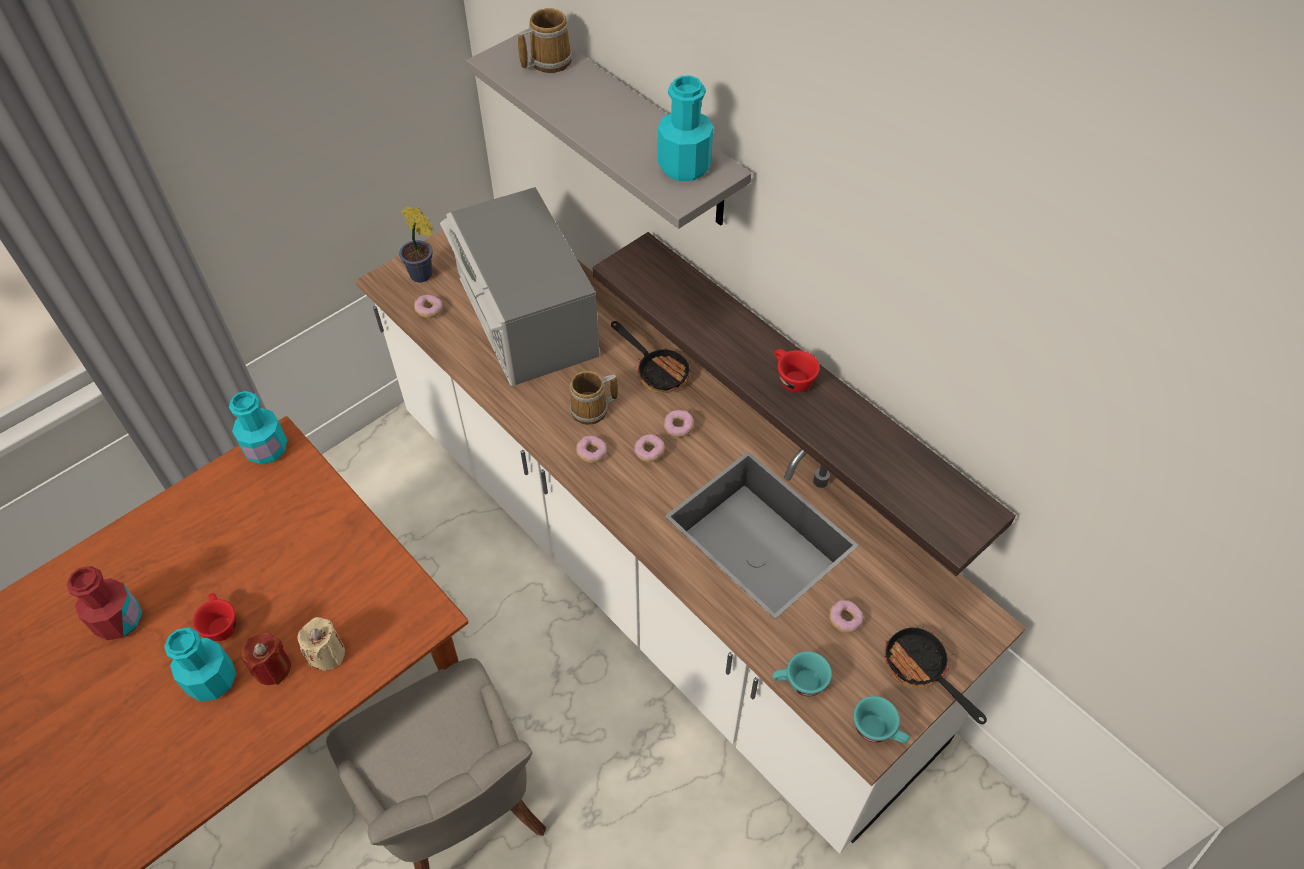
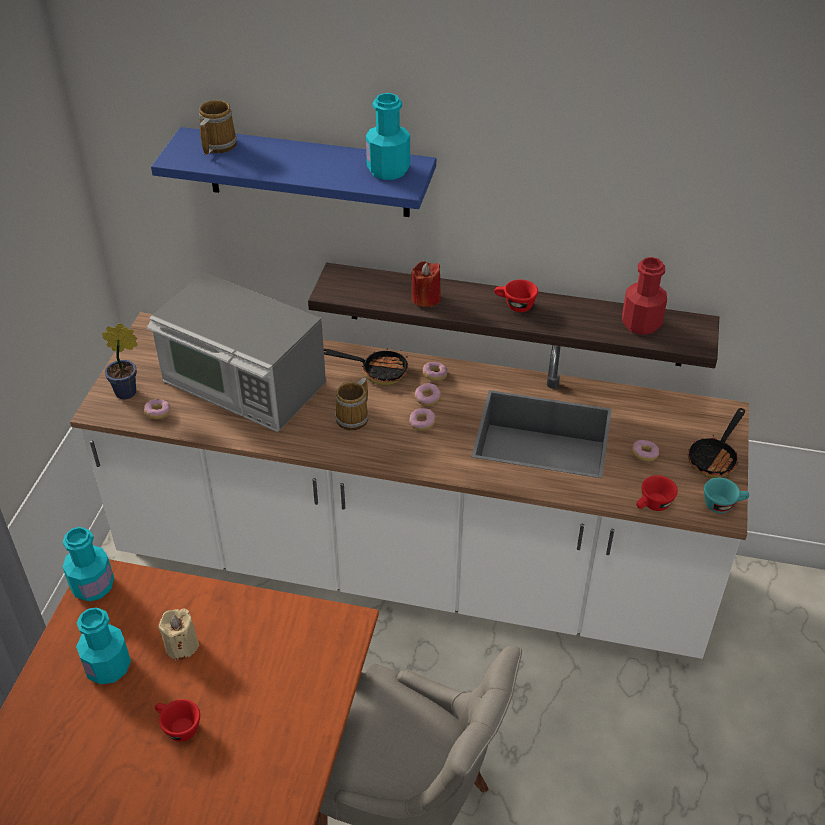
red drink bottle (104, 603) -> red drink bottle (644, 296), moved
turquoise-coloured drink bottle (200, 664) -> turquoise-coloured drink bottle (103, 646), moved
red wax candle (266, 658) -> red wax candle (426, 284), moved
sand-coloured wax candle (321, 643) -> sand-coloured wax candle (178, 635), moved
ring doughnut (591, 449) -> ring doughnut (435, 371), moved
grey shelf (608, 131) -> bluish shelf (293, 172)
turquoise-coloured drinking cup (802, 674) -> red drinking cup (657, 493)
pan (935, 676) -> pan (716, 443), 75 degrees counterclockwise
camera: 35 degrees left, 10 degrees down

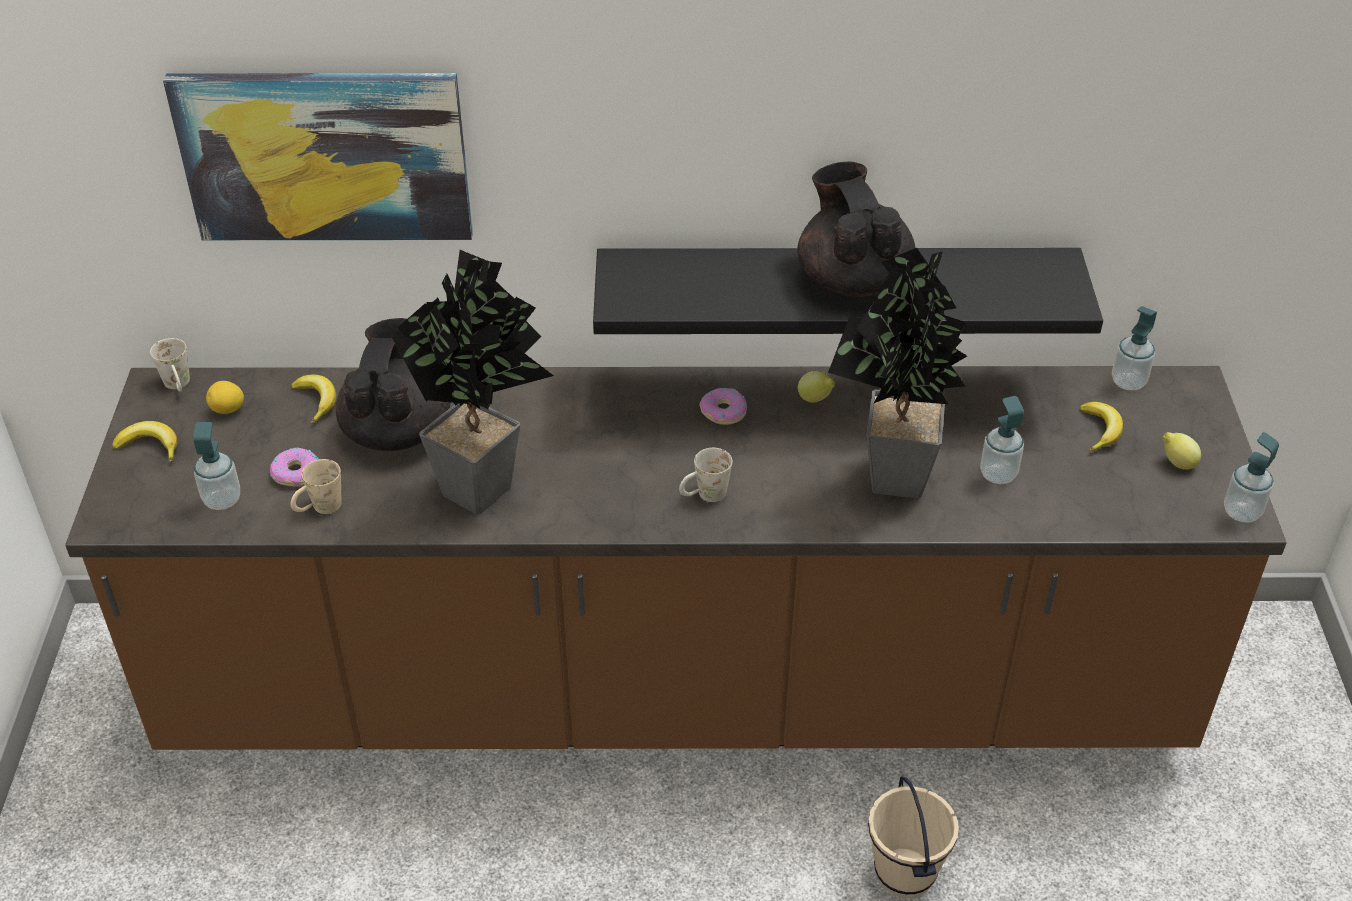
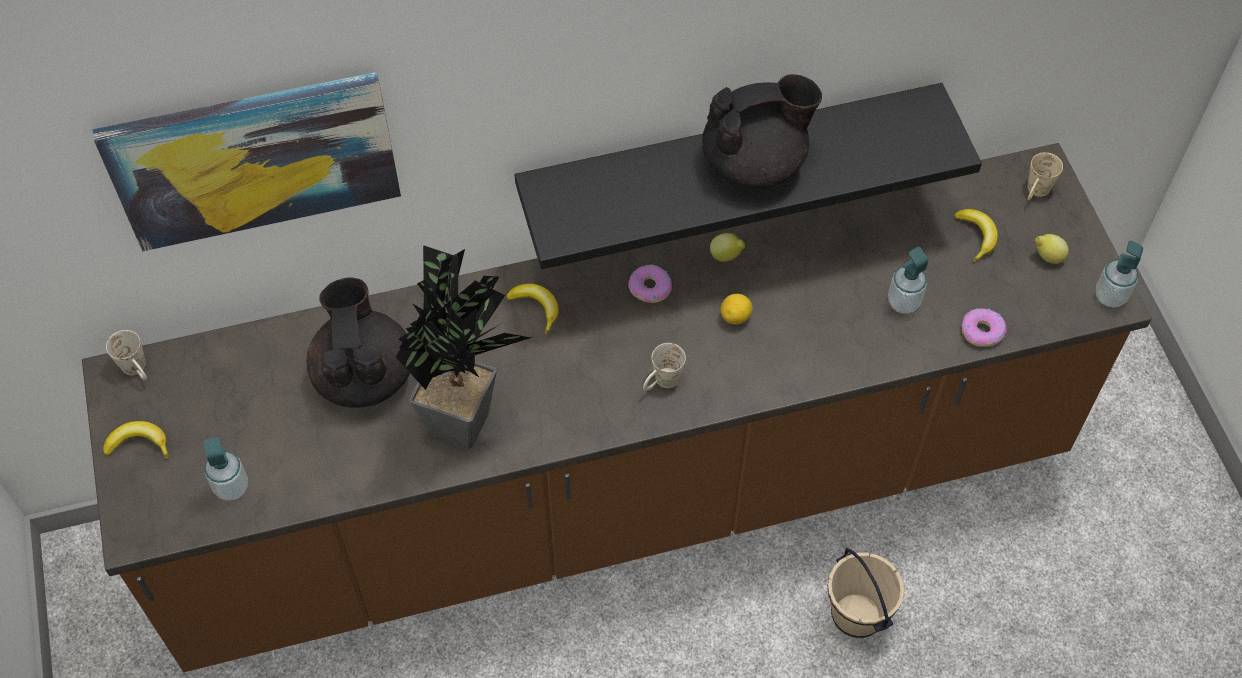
plant in a pot (897, 373) -> none
liquid soap bottle (1134, 348) -> none
lemon (225, 397) -> lemon (737, 309), moved
ring doughnut (294, 467) -> ring doughnut (984, 327), moved
whole banana (313, 399) -> whole banana (532, 309), moved
sand-coloured coffee mug (316, 486) -> sand-coloured coffee mug (1045, 176), moved
black pot for tea (856, 229) -> black pot for tea (762, 131), 105 degrees clockwise
camera: 15 degrees left, 15 degrees up

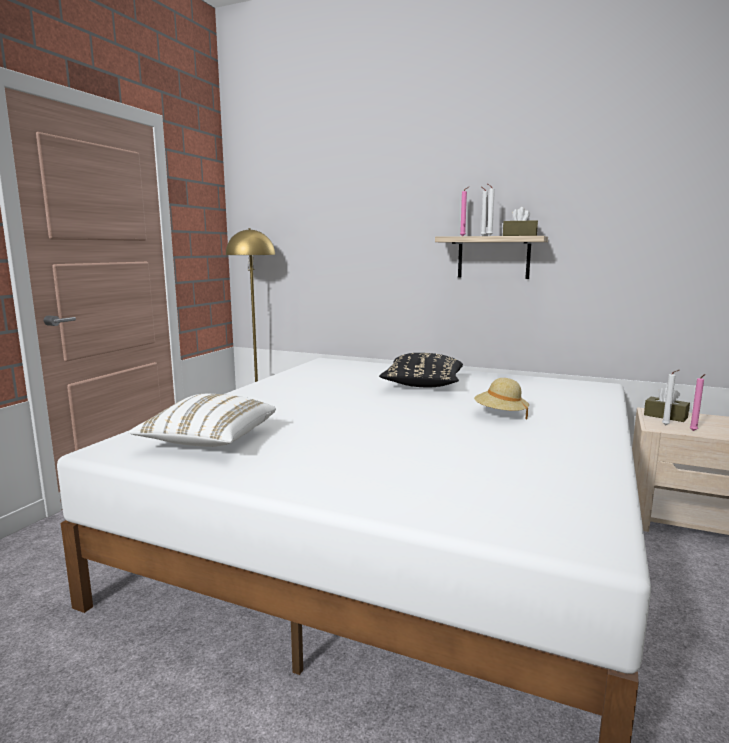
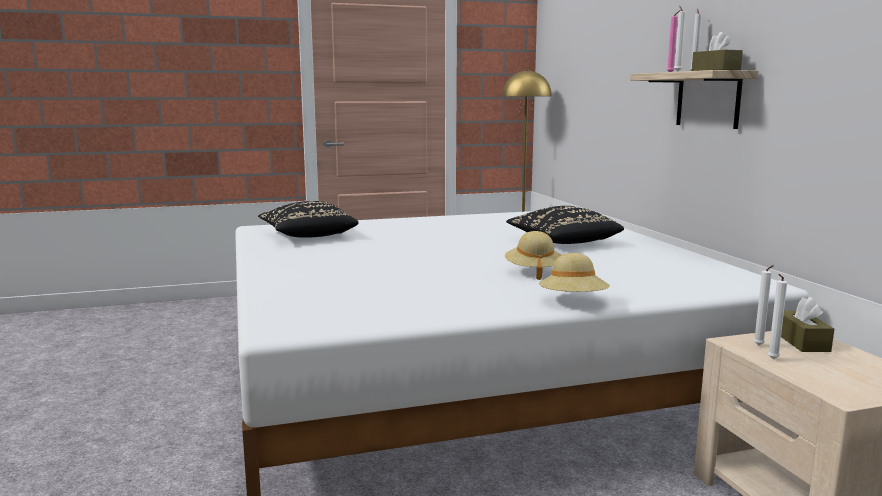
none -> sand-coloured clothing hat (574, 272)
white cushion (202, 420) -> black cushion (308, 219)
pink-coloured wax candle (697, 402) -> white wax candle (777, 316)
camera: 50 degrees right, 0 degrees up

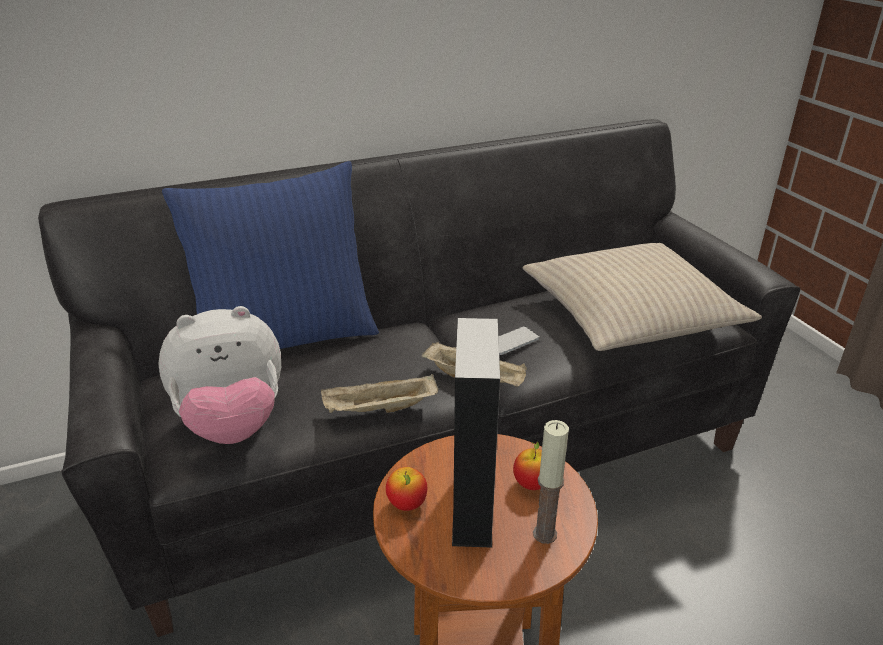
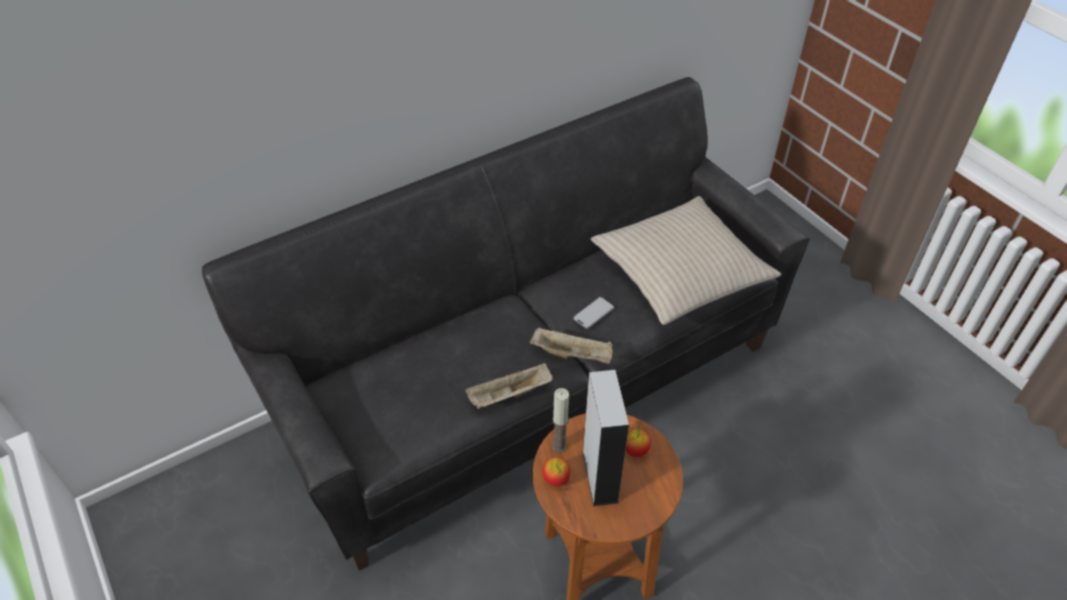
soft toy (219, 375) -> none
bluish cushion (270, 255) -> none
wax candle (551, 482) -> wax candle (560, 420), moved
camera: 10 degrees left, 15 degrees up

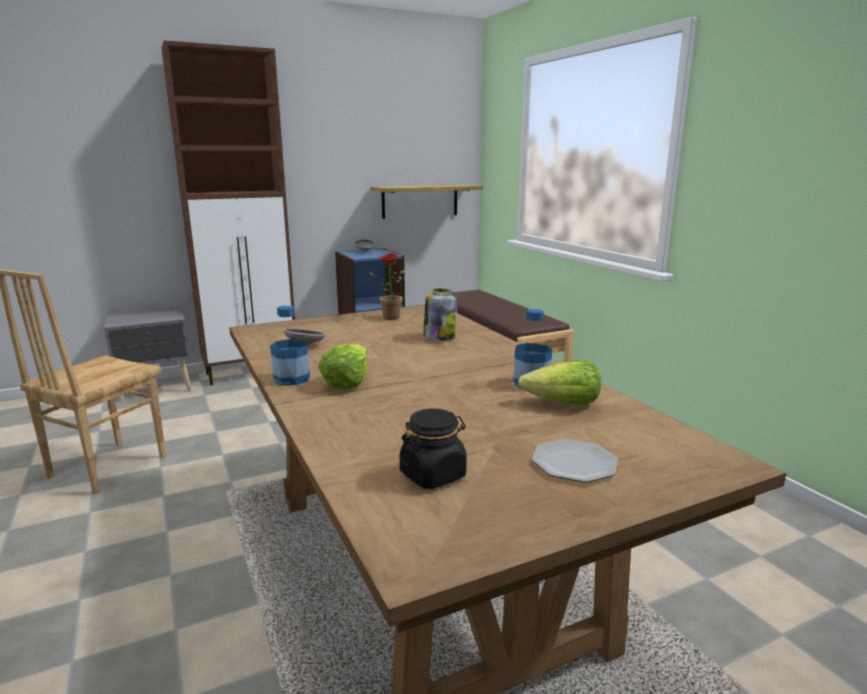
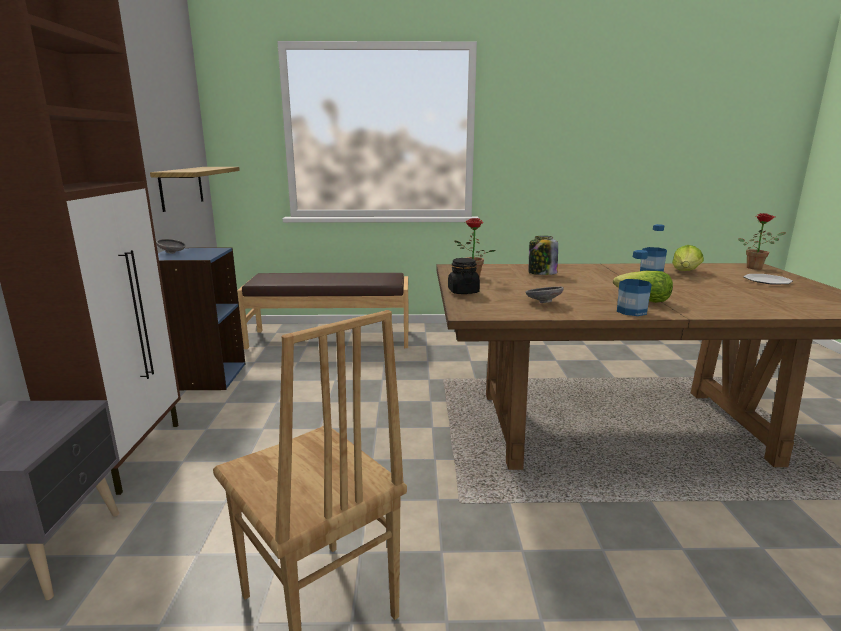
none -> plant in a pot (762, 241)
black preserve jar (433, 448) -> black preserve jar (464, 276), moved
camera: 65 degrees left, 0 degrees up

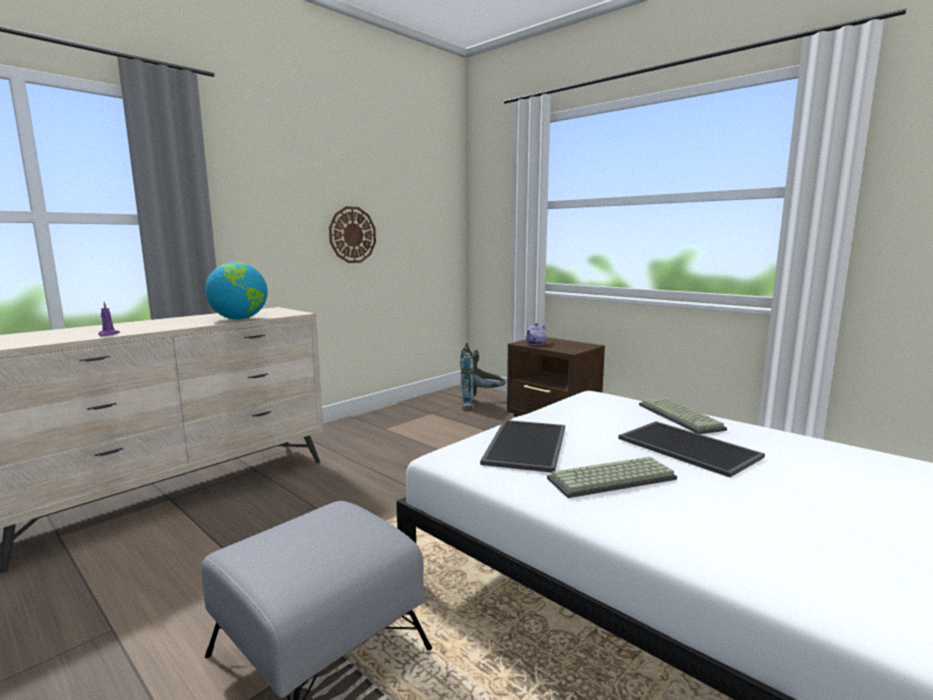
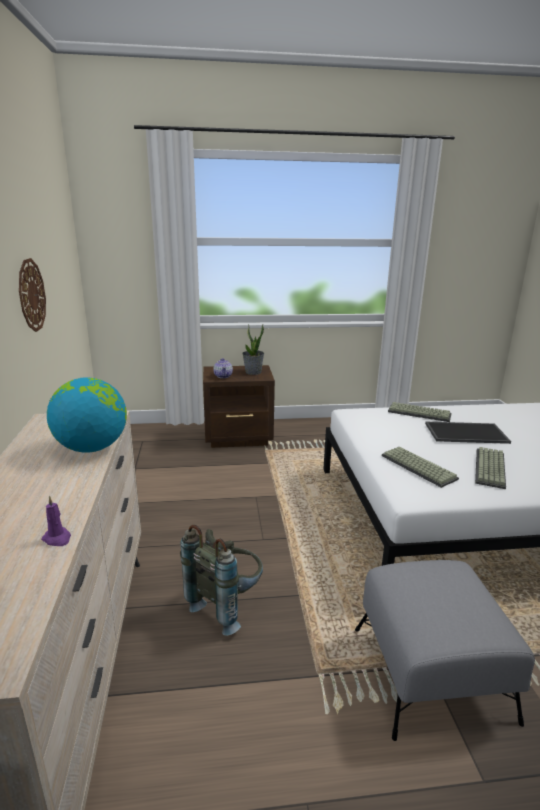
none -> plant in a pot (253, 350)
grey rucksack (483, 375) -> grey rucksack (221, 580), moved
tray (522, 446) -> computer keyboard (420, 467)
camera: 50 degrees left, 10 degrees up

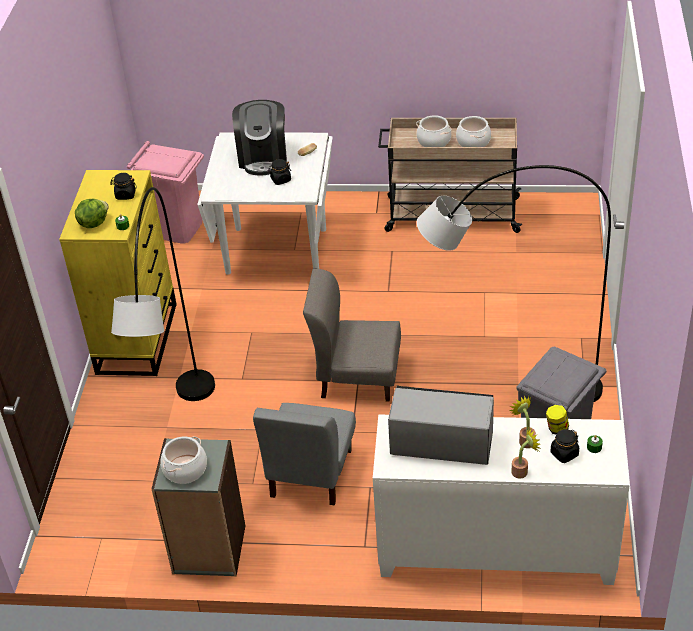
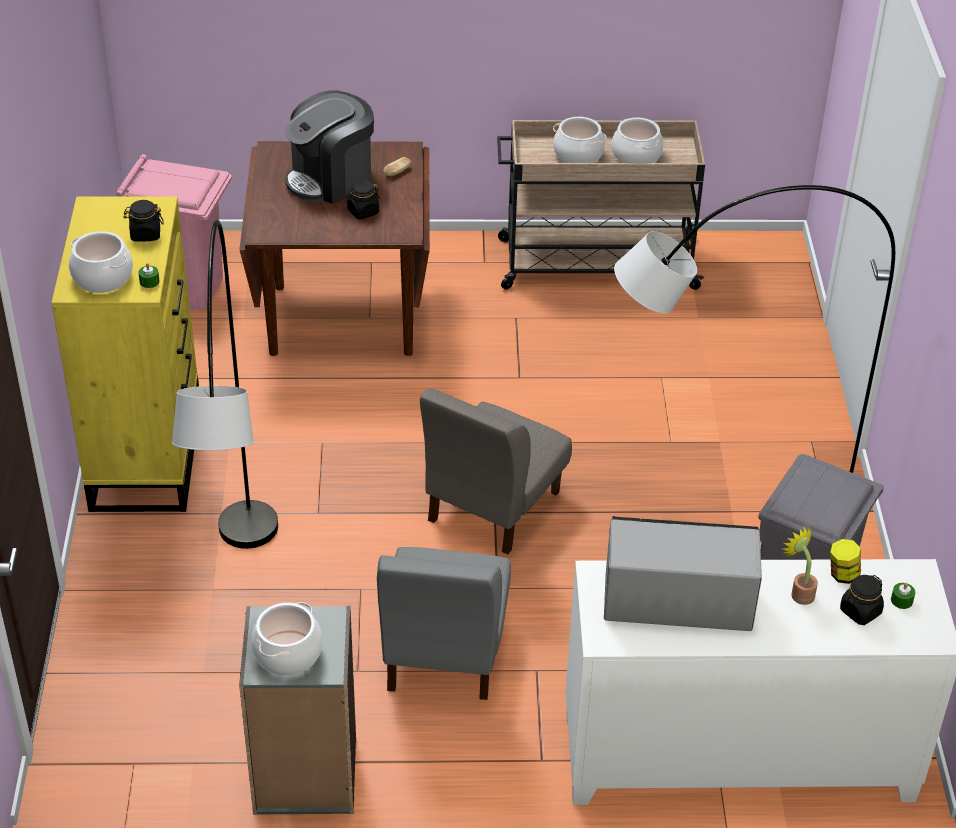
plant in a pot (525, 453) -> none
lettuce head (92, 213) -> saucepot (101, 262)
white dinner table (265, 204) -> brown dinner table (334, 248)
coffee brewer (259, 138) -> coffee brewer (329, 147), 60 degrees clockwise
grey upright chair (352, 335) -> grey upright chair (496, 471), 60 degrees counterclockwise
camera: 10 degrees left, 0 degrees up

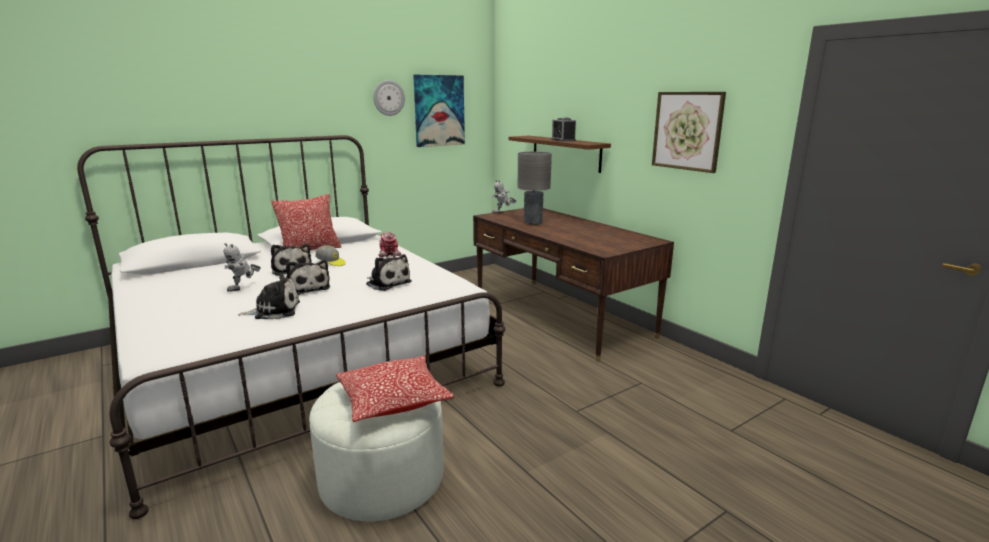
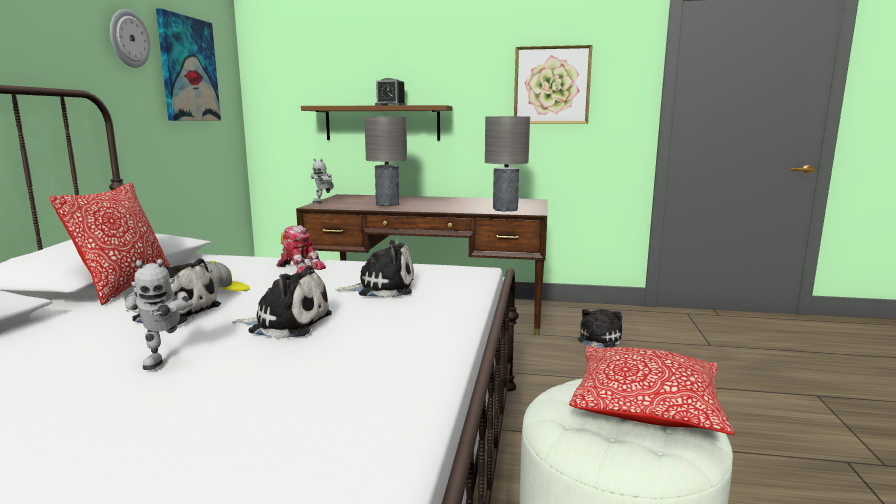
none -> grey table lamp (507, 164)
soft toy (269, 296) -> soft toy (600, 328), moved
camera: 45 degrees left, 5 degrees down

